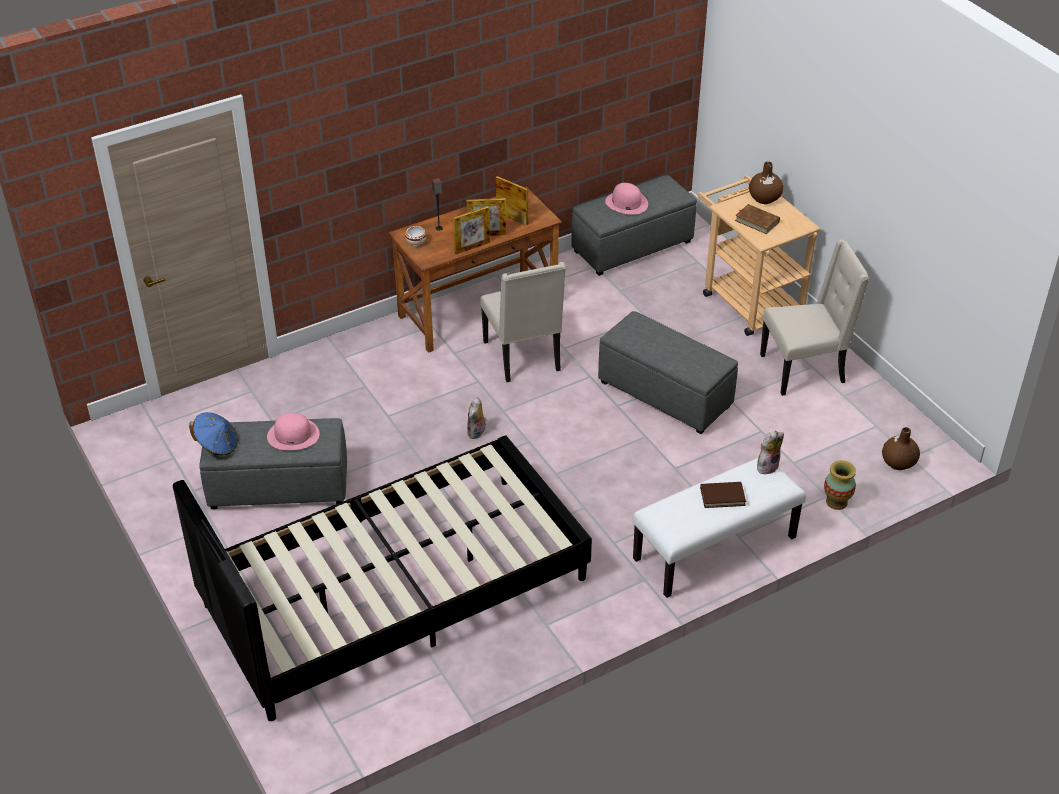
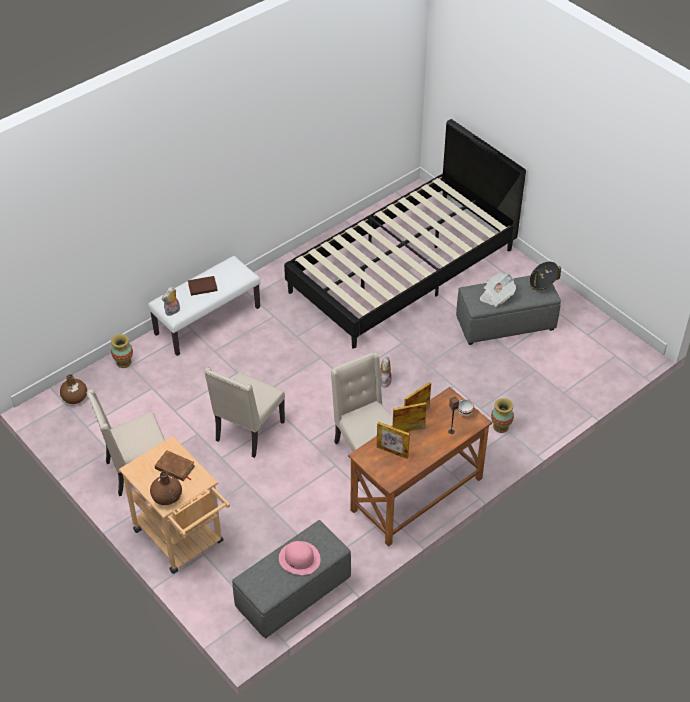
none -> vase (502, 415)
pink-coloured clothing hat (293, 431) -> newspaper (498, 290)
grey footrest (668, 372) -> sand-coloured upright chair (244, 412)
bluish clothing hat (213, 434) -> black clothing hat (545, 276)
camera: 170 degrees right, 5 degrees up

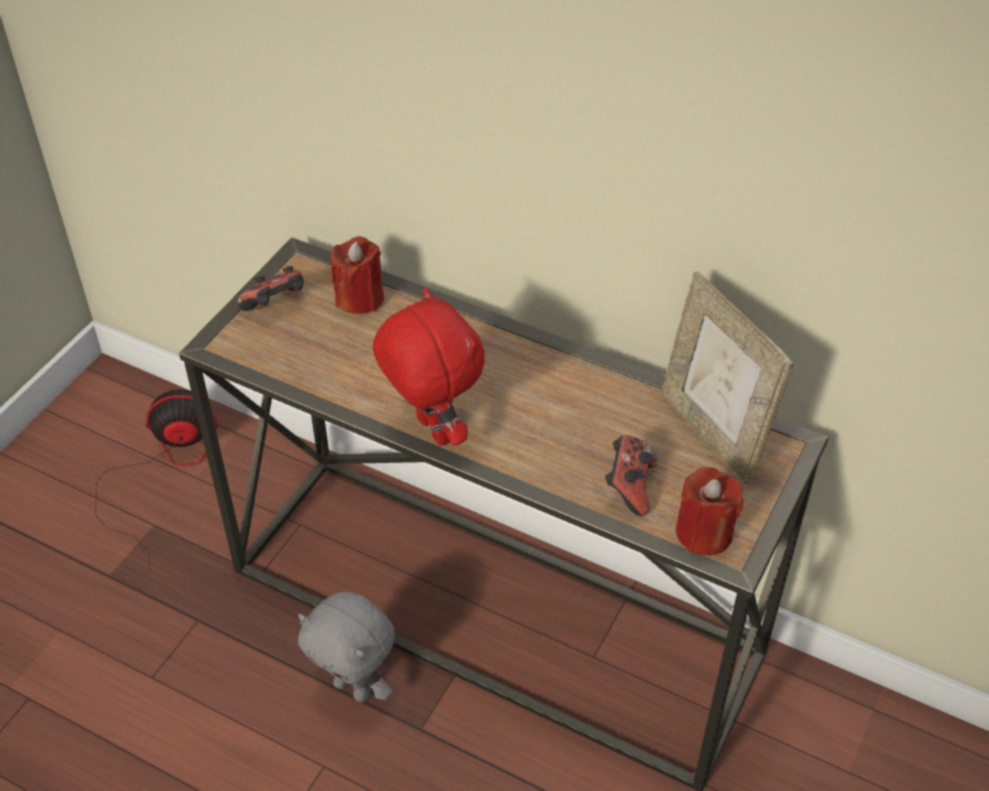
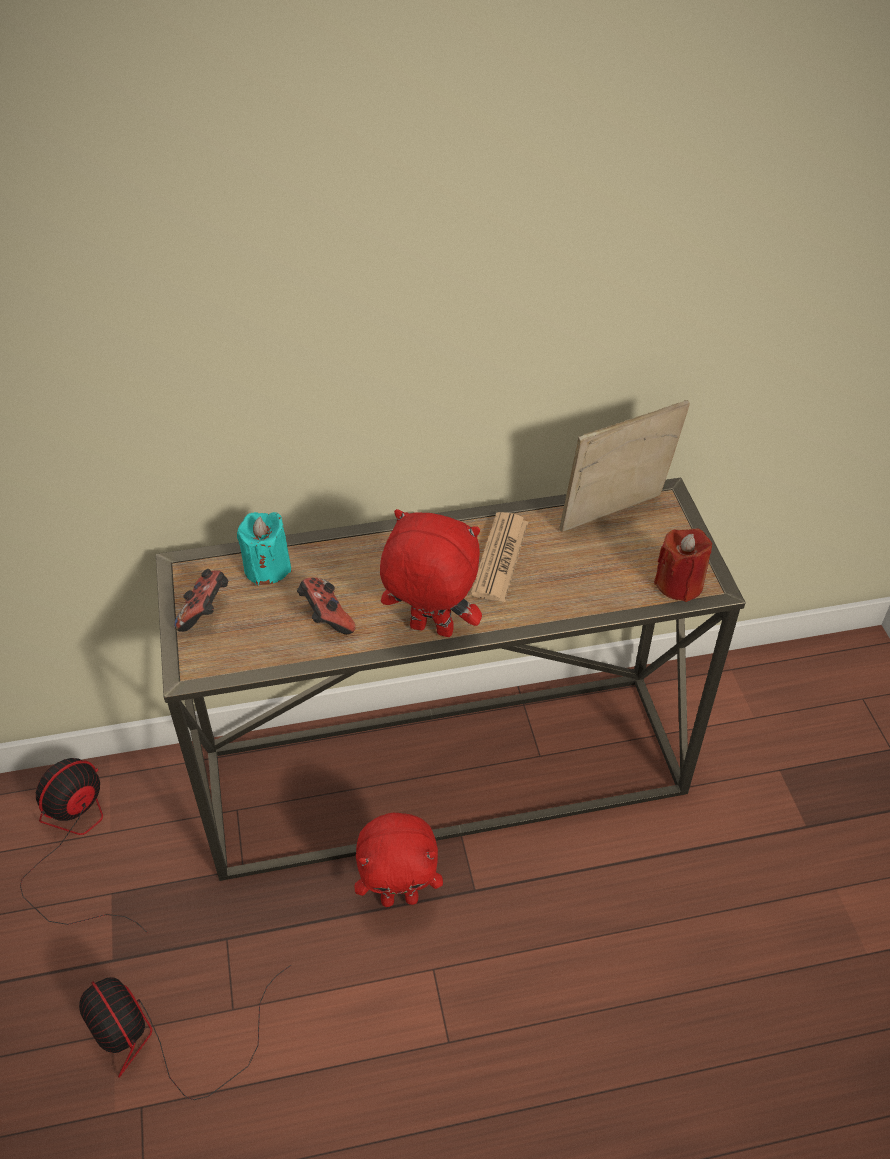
none -> cooling fan (185, 1032)
none -> newspaper (499, 557)
game controller (632, 475) -> game controller (326, 605), moved
grey soft toy (346, 647) -> red soft toy (399, 860)
red wax candle (357, 275) -> turquoise-coloured wax candle (264, 548)
photo frame (727, 378) -> photo frame (624, 466), 135 degrees clockwise
camera: 40 degrees left, 0 degrees up

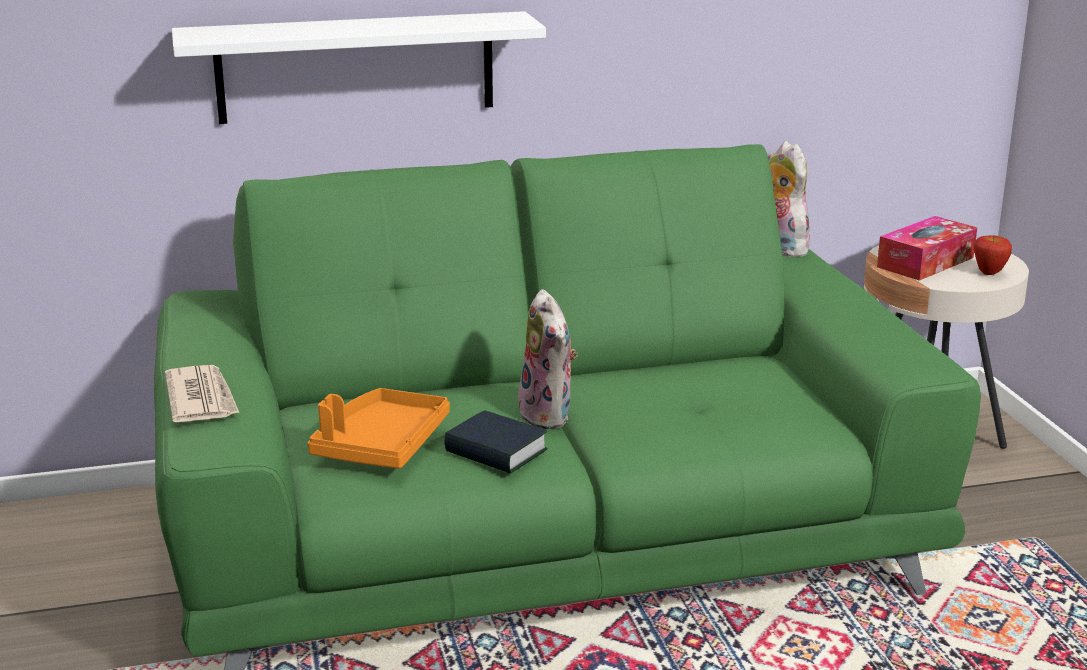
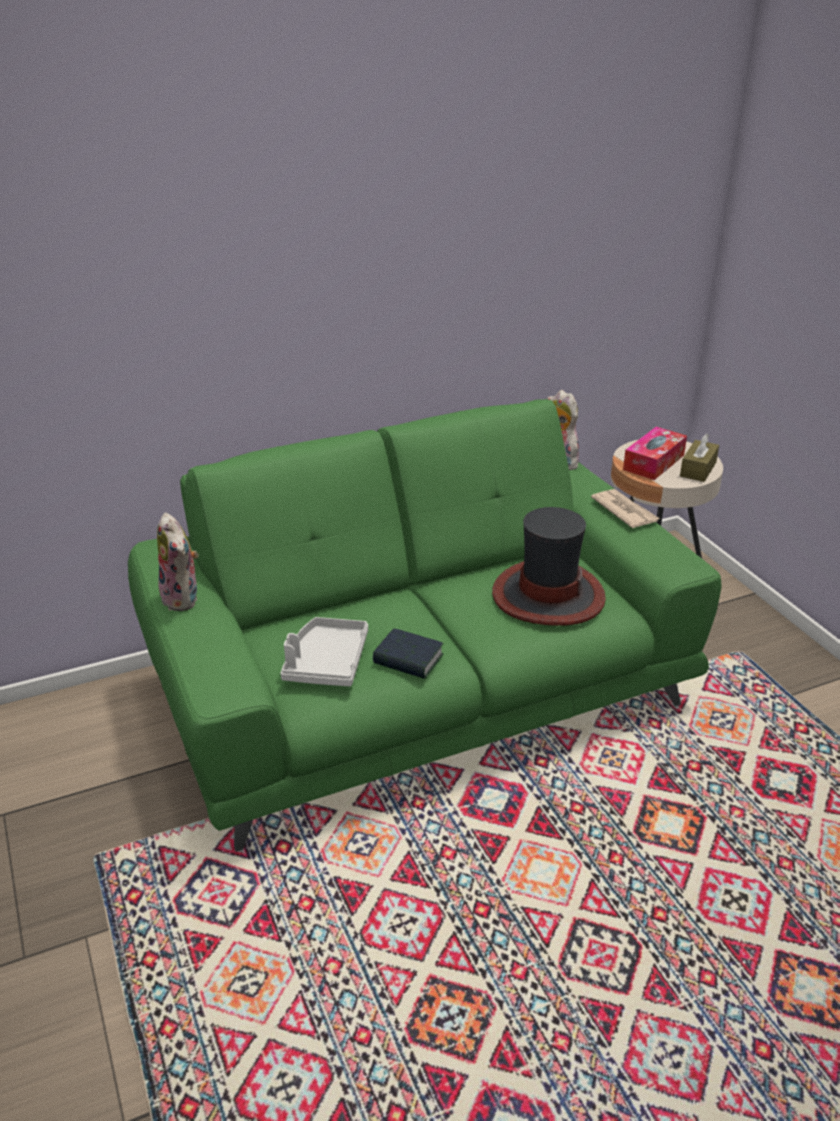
white shelf (359, 67) -> none
none -> clothing hat (549, 566)
newspaper (202, 393) -> newspaper (625, 508), moved
soft toy (548, 359) -> soft toy (178, 562), moved
whole apple (993, 255) -> brown tissue box (699, 457)
orange-coloured tray (379, 428) -> grey tray (324, 651)
camera: 10 degrees left, 10 degrees up

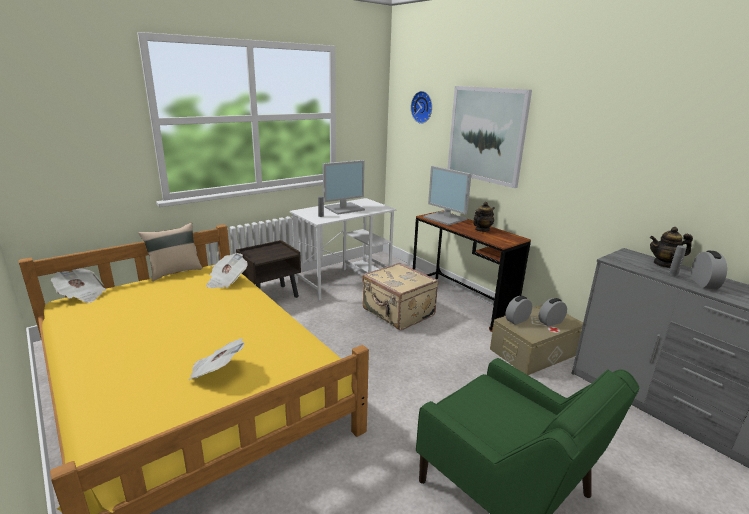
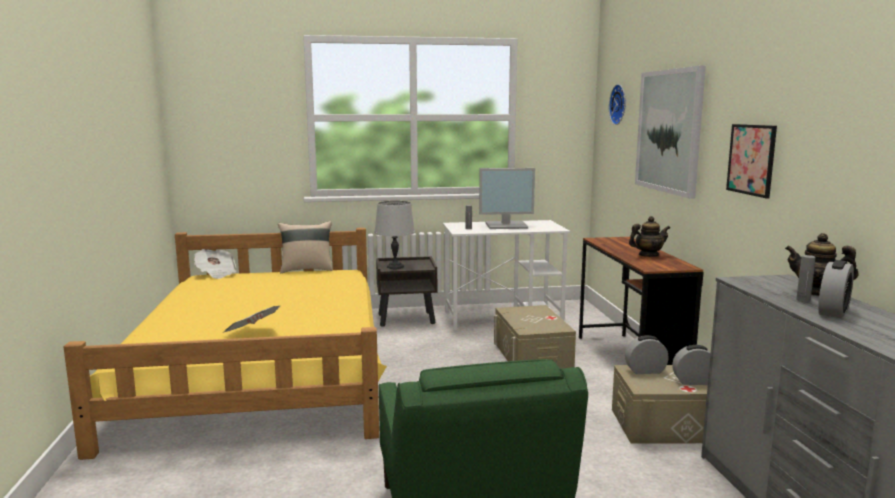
newspaper (227, 270) -> none
monitor (447, 196) -> none
none -> grey table lamp (394, 235)
none -> wall picture (751, 161)
sand-coloured travel case (400, 296) -> sand-coloured storage container (535, 337)
camera: 30 degrees right, 10 degrees down

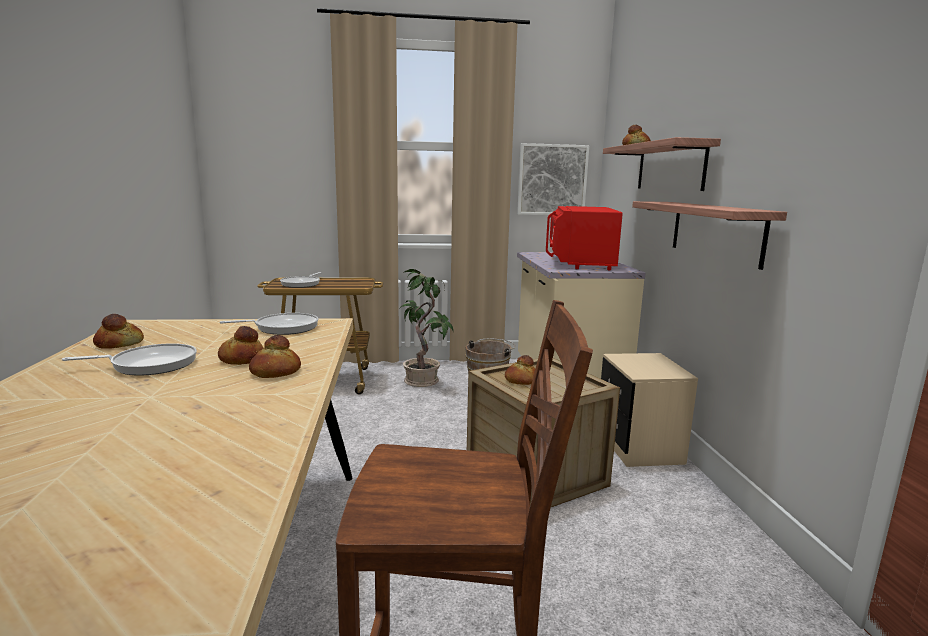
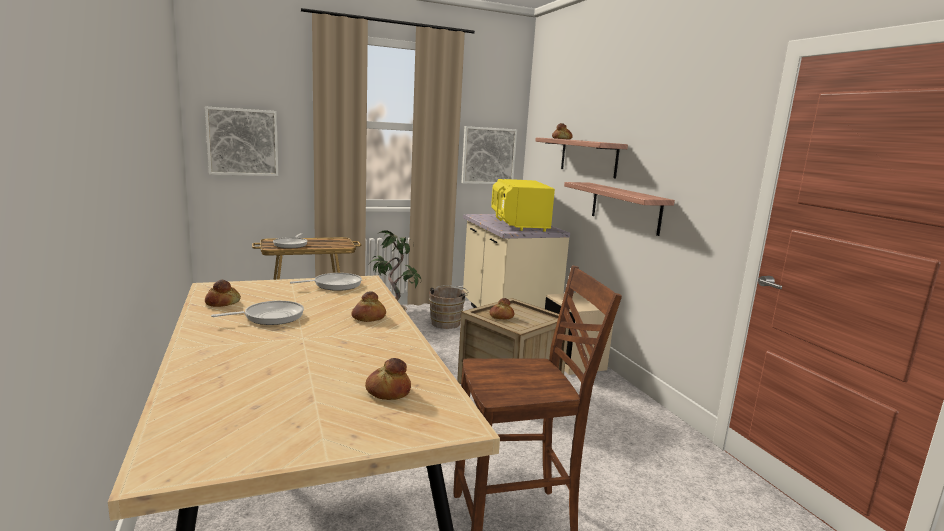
none -> wall picture (241, 141)
bakery bread (240, 345) -> bakery bread (388, 379), moved
red kitchen microwave (584, 238) -> yellowish kitchen microwave (523, 205)
camera: 15 degrees left, 0 degrees up

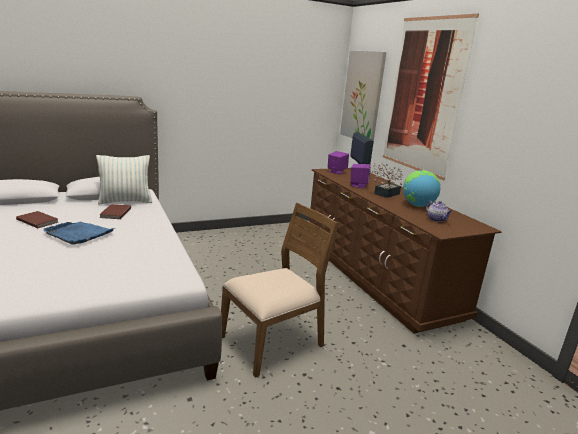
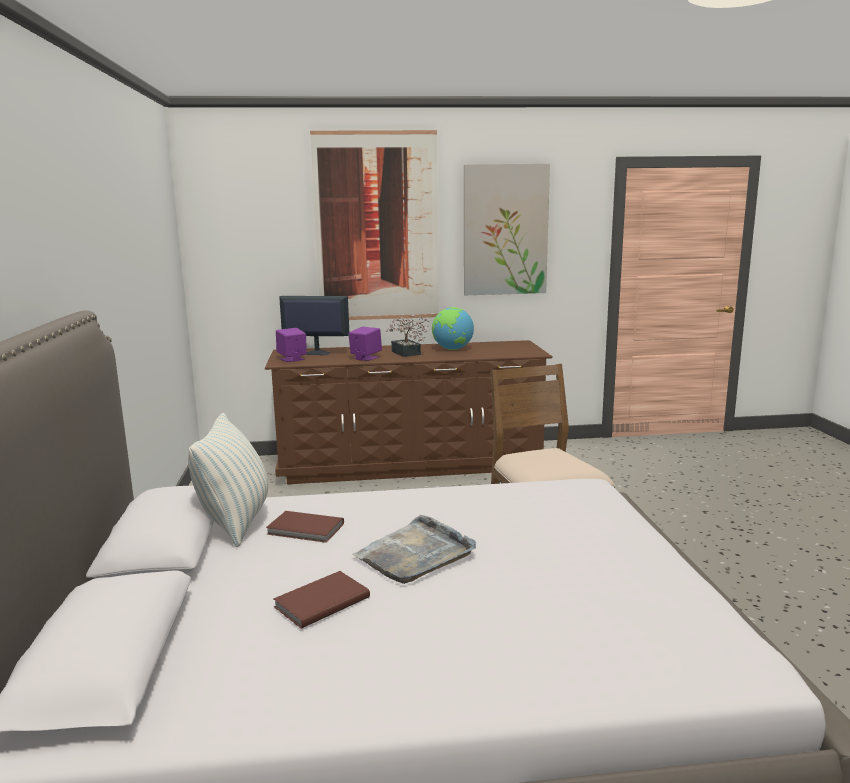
pot for tea (439, 211) -> none
wall picture (363, 96) -> wall picture (507, 229), moved
bluish tray (79, 233) -> grey tray (414, 549)
camera: 70 degrees left, 5 degrees down

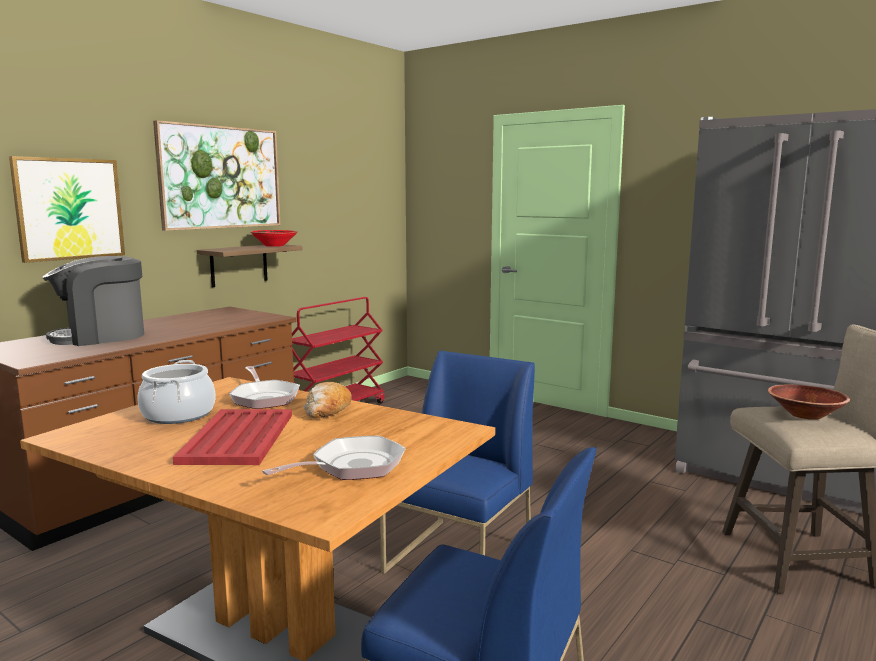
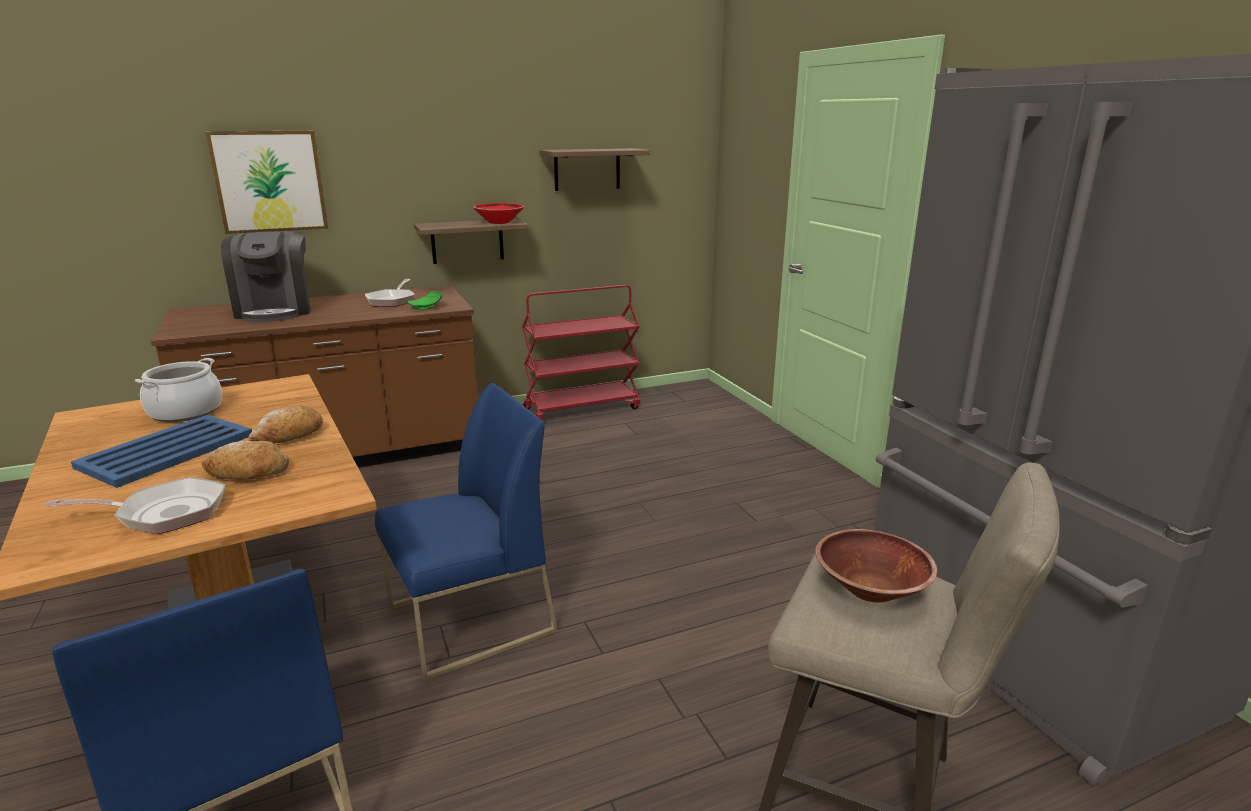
wall picture (217, 175) -> none
none -> bakery bread (245, 460)
none -> greenish plate (425, 300)
none -> shelf (594, 169)
pan (264, 387) -> pan (389, 293), moved
red tray (232, 437) -> bluish tray (161, 451)
coffee brewer (93, 301) -> coffee brewer (266, 276), 105 degrees counterclockwise
camera: 30 degrees right, 10 degrees up

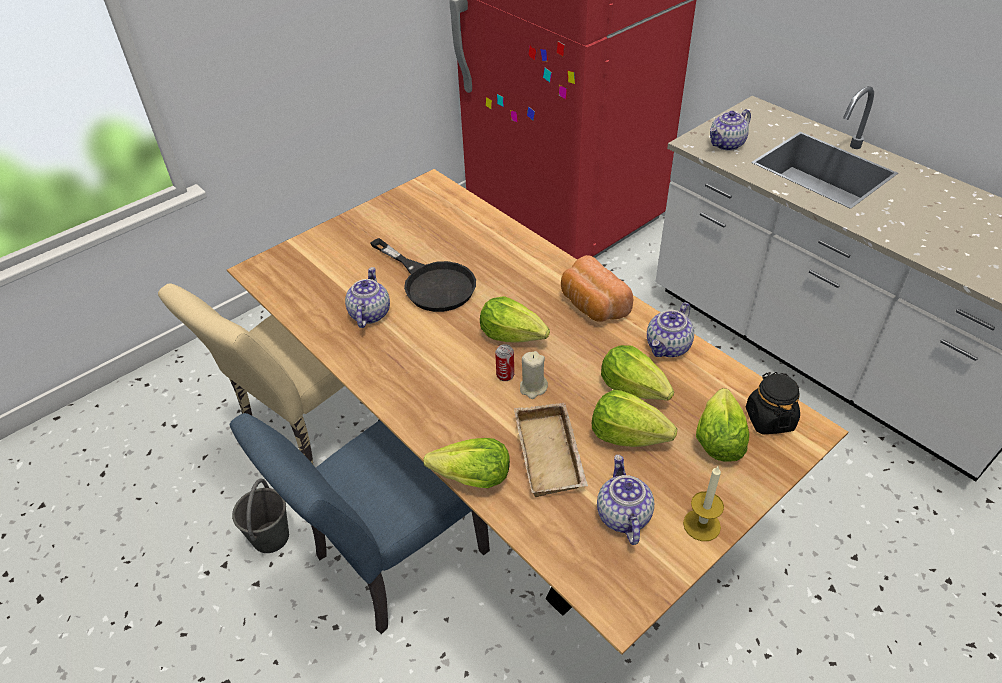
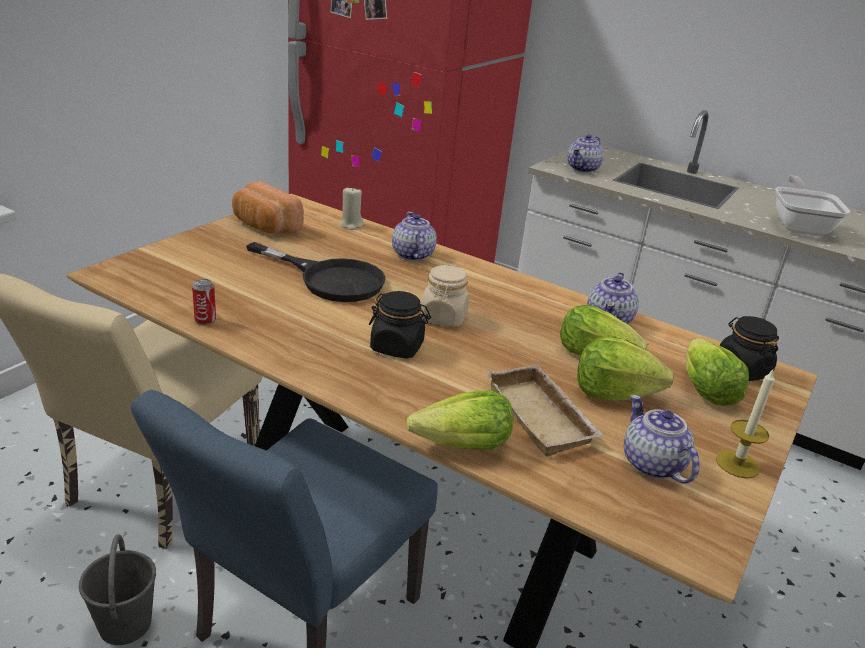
none -> black preserve jar (400, 325)
none -> pan (812, 206)
pot for tea (367, 297) -> pot for tea (414, 236), moved
metal can (504, 362) -> metal can (204, 302), moved
sand-coloured wax candle (534, 375) -> sand-coloured wax candle (352, 209), moved
bakery bread (597, 288) -> bakery bread (268, 207), moved
lettuce head (515, 319) -> sand-coloured preserve jar (445, 295)
camera: 20 degrees left, 15 degrees down

